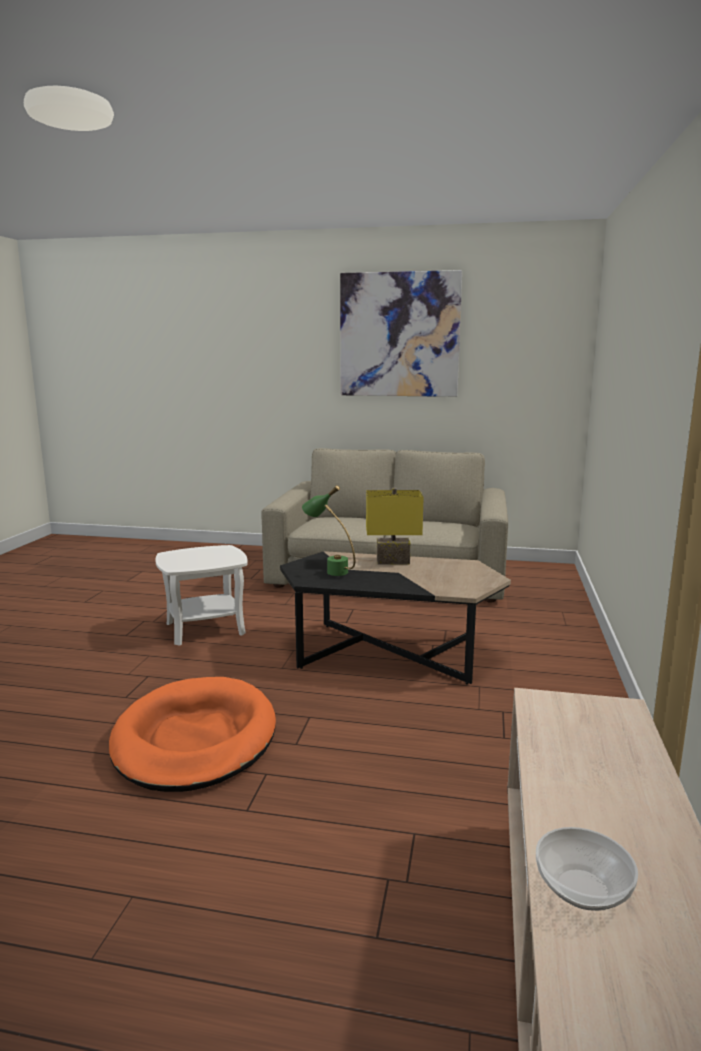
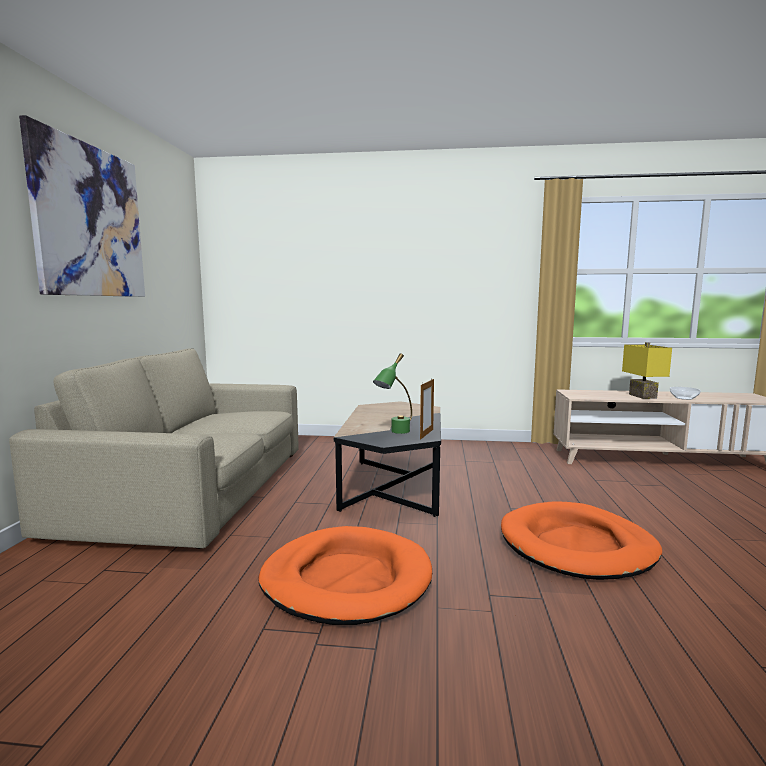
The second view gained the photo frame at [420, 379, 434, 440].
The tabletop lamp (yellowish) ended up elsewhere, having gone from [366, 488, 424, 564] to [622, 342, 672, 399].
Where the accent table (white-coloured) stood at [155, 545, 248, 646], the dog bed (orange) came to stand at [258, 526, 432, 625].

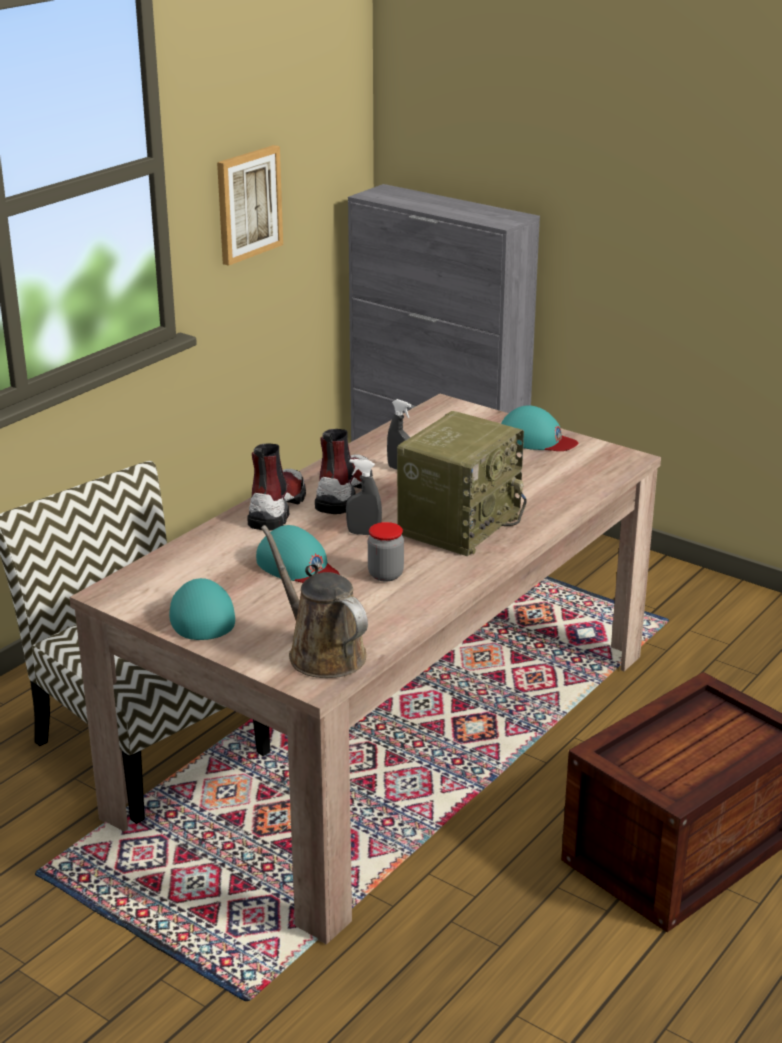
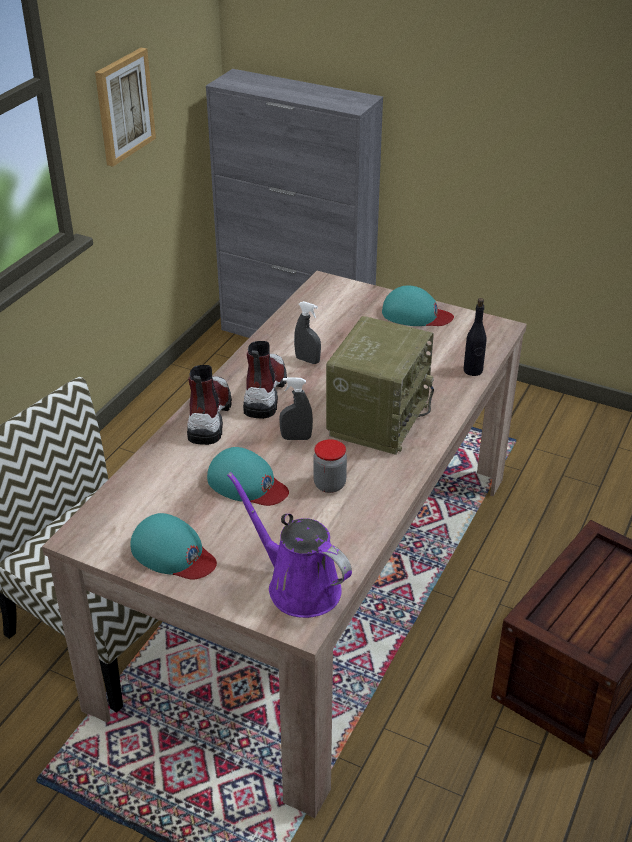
The second view gained the beverage bottle (black-coloured) at [463, 298, 487, 376].
What was the watering can (brown) at [261, 525, 368, 678] turned into the watering can (purple-coloured) at [227, 472, 352, 618].
The baseball cap (turquoise-coloured) at [169, 578, 235, 640] ended up facing another way, 150 degrees clockwise from before.

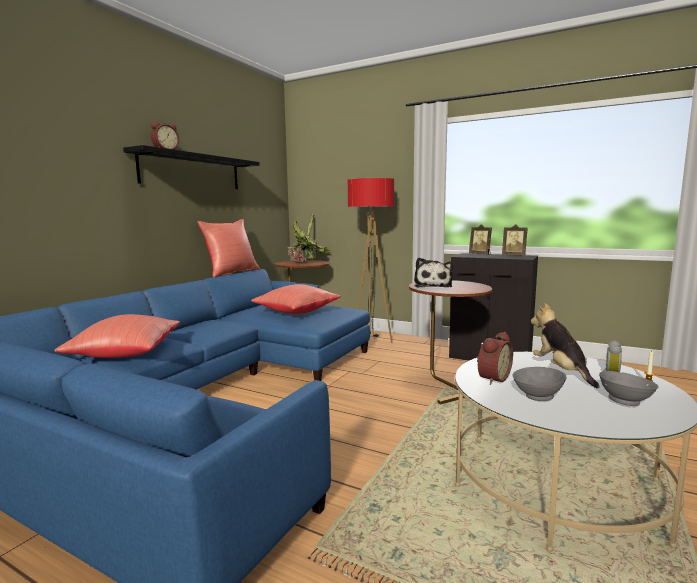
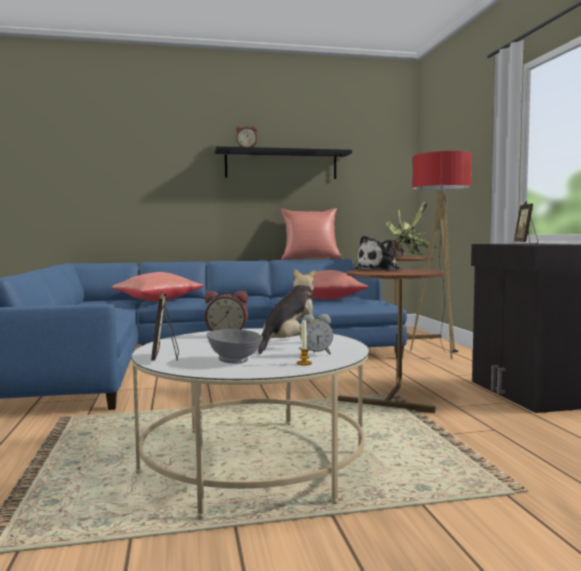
The second view lost the serving bowl (gray) at [512, 367, 567, 401].
The photo frame ended up elsewhere, having gone from [502, 224, 527, 256] to [151, 290, 179, 360].

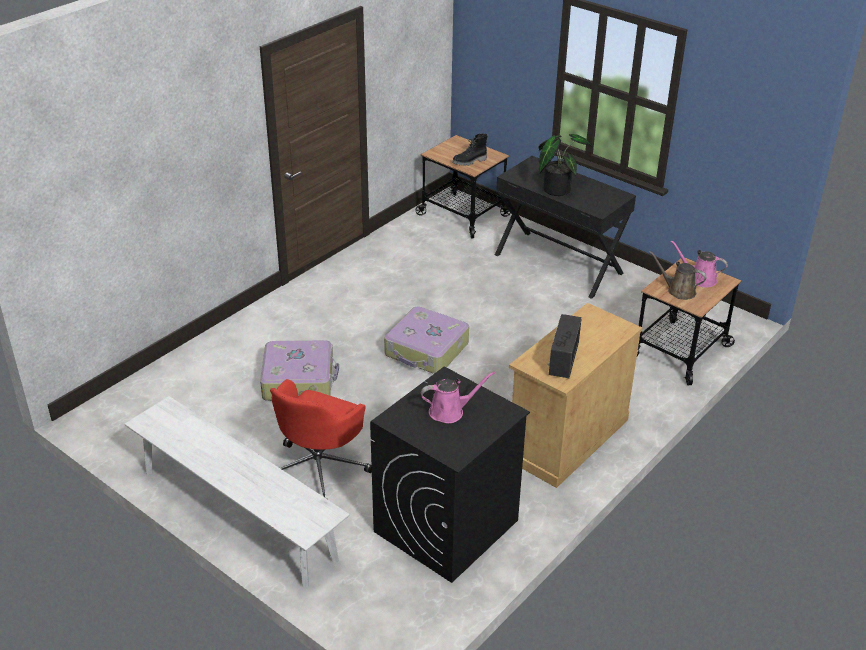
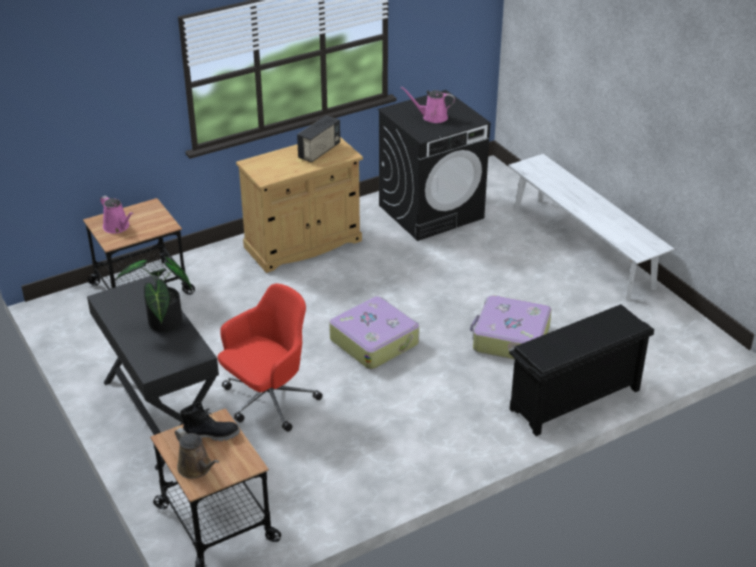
The second view gained the shoe stand (black-coloured) at [509, 304, 654, 436].
The desk chair (reddish) ended up elsewhere, having gone from [270, 379, 372, 499] to [218, 283, 323, 432].
The watering can (brown) ended up elsewhere, having gone from [649, 251, 706, 300] to [175, 428, 219, 479].

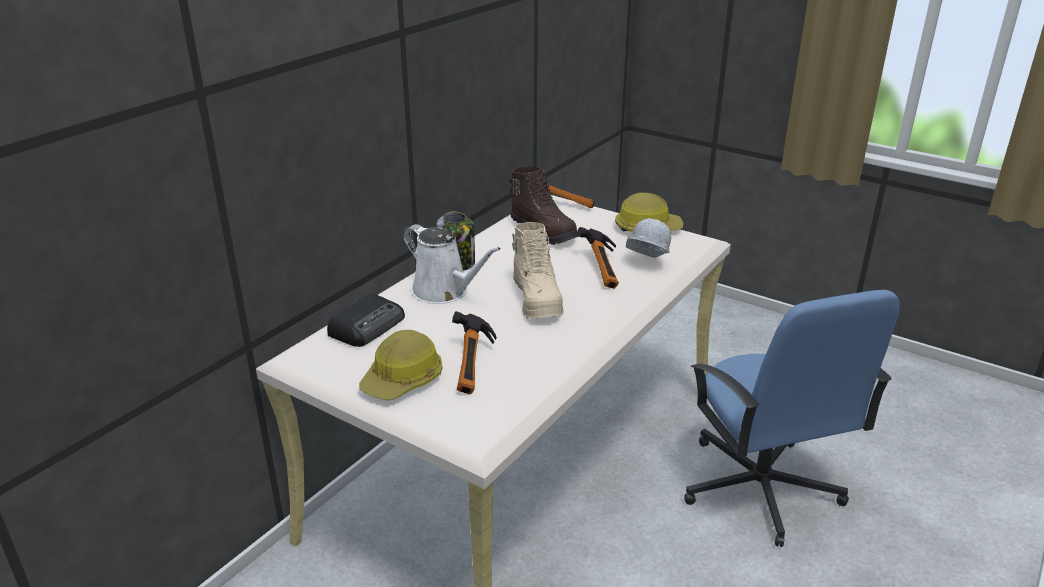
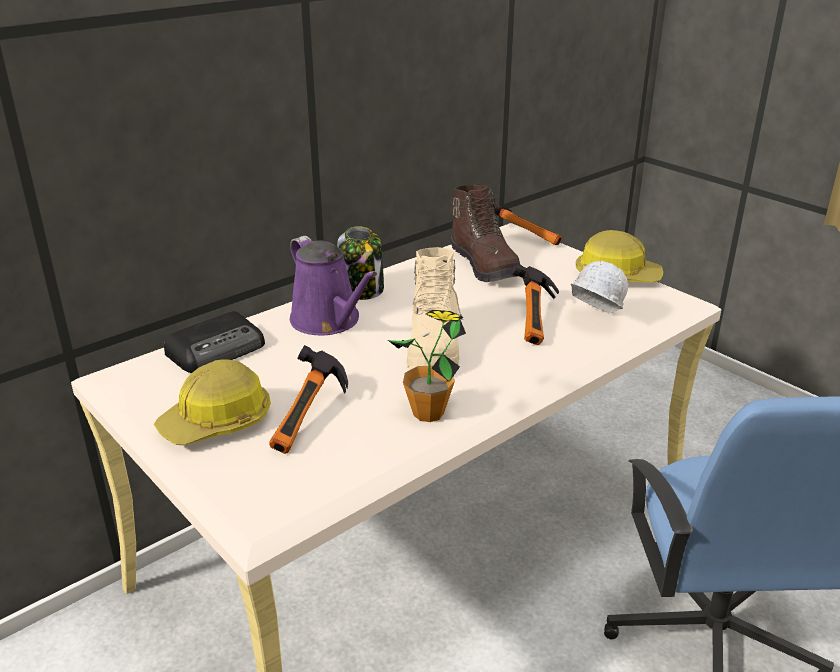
The second view gained the potted plant at [388, 310, 466, 422].
What was the watering can (white-coloured) at [403, 224, 501, 304] turned into the watering can (purple-coloured) at [290, 236, 377, 336].

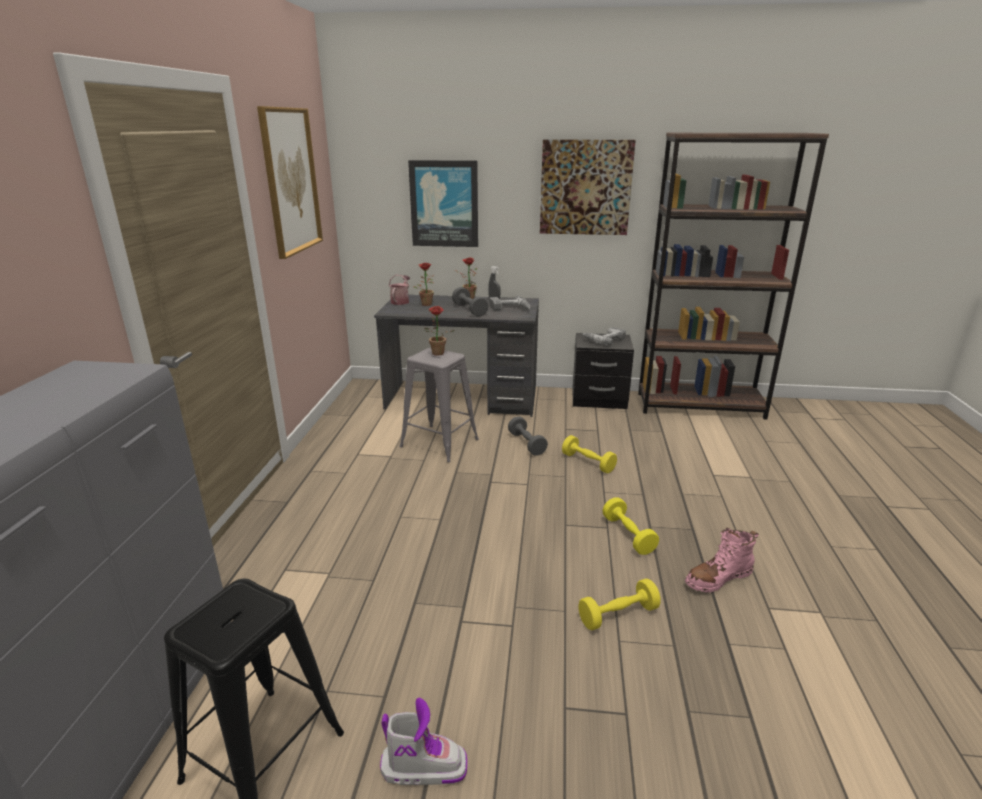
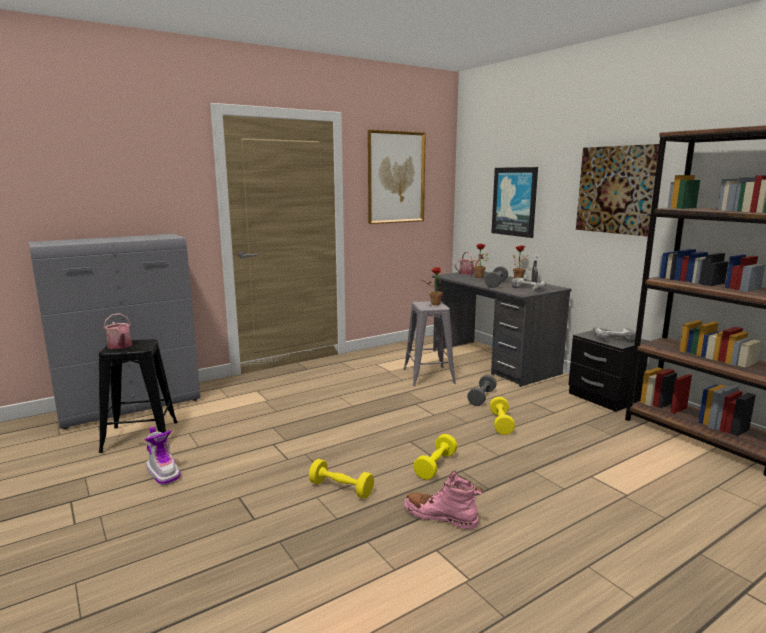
The second view gained the watering can at [104, 313, 132, 349].

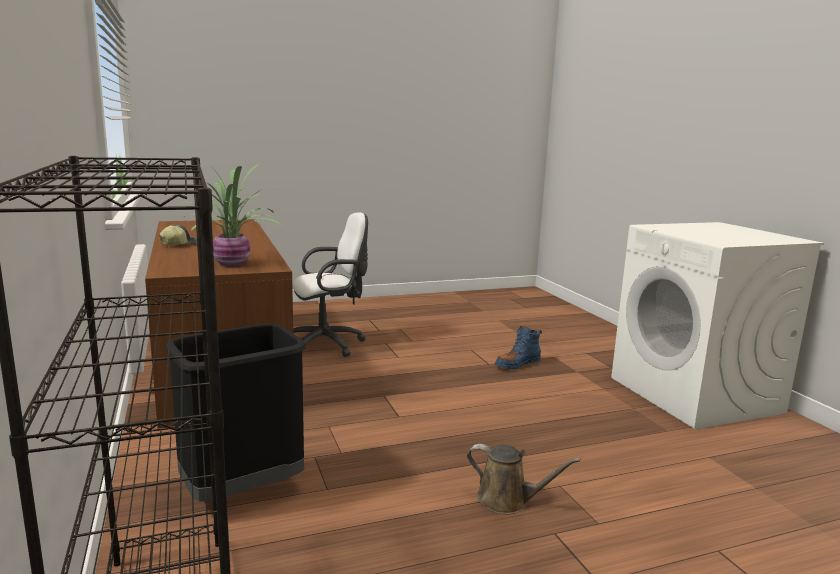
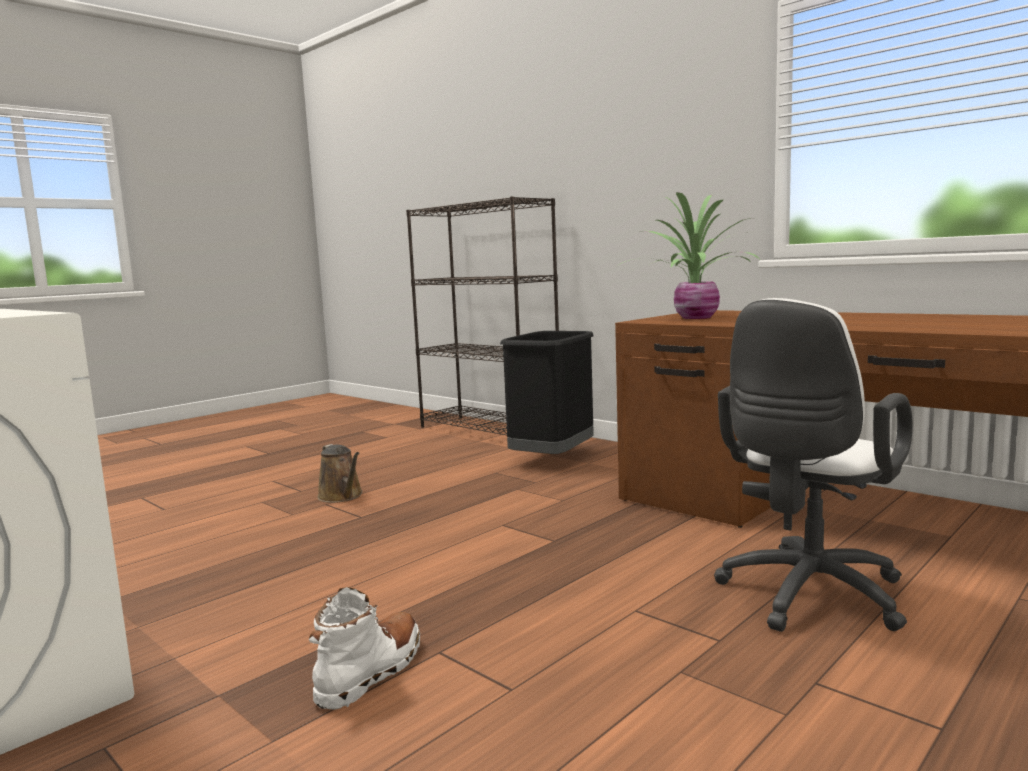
The second view lost the baseball cap at [159, 225, 197, 246].
What was the tall boot (blue) at [495, 326, 542, 370] turned into the tall boot (white-coloured) at [309, 587, 420, 710].
The watering can (brown) at [467, 444, 581, 514] ended up facing another way, 120 degrees counterclockwise from before.

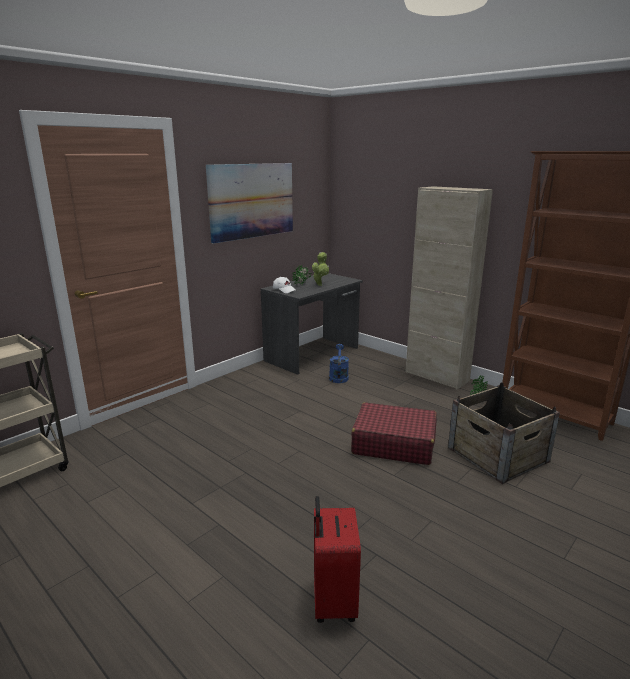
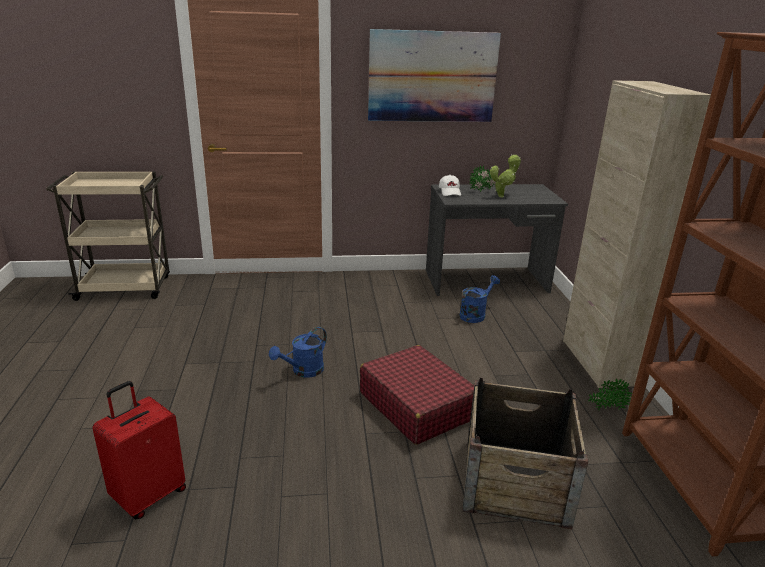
The second view gained the watering can (blue) at [269, 327, 327, 378].

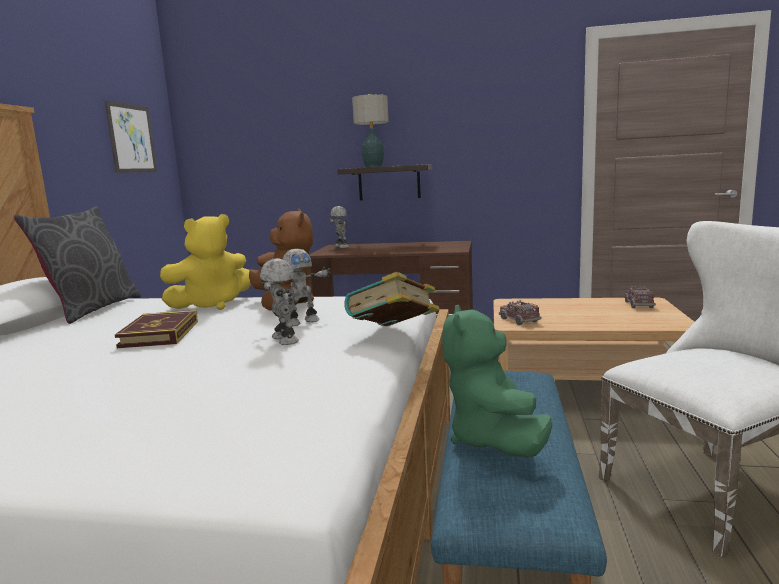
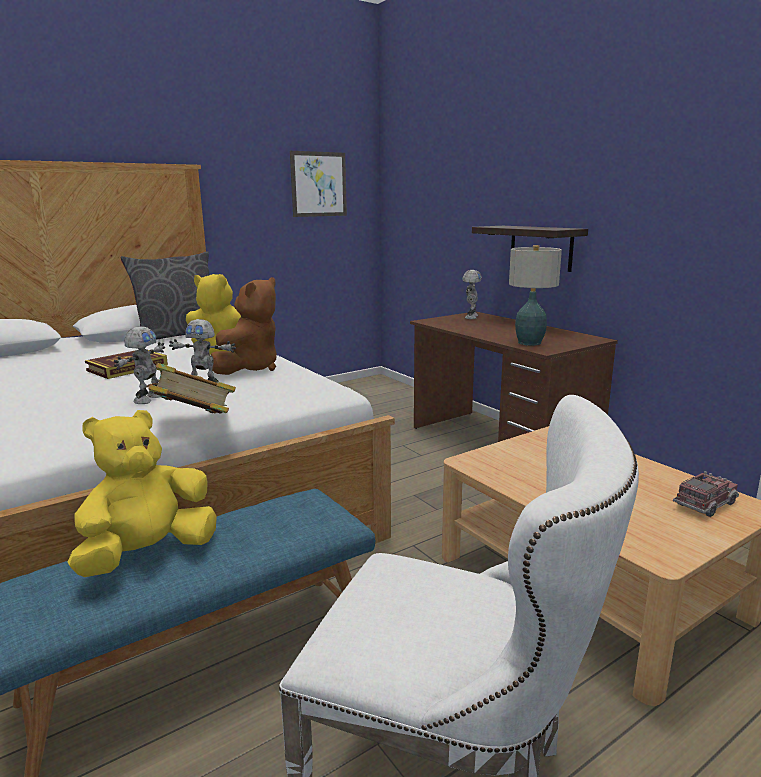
The second view lost the model truck at [499, 300, 542, 325].
The tabletop lamp ended up elsewhere, having gone from [352, 94, 389, 167] to [509, 245, 562, 346].
What was the plush toy (greenish) at [442, 305, 552, 457] turned into the plush toy (yellowish) at [67, 410, 217, 577].

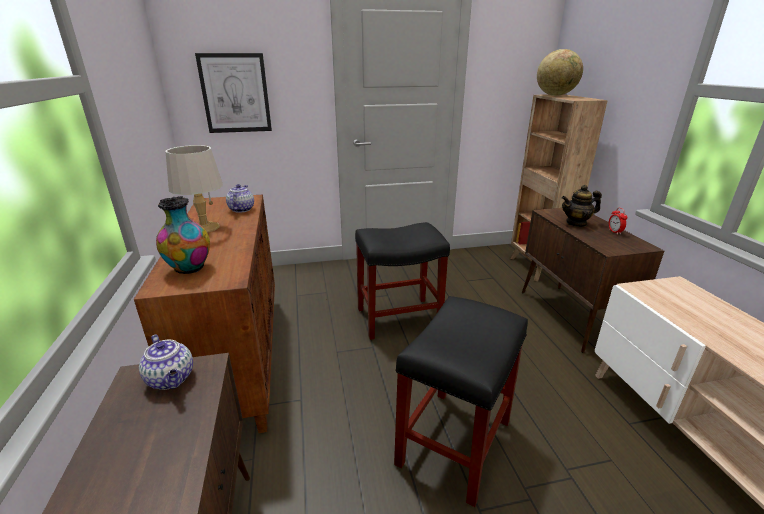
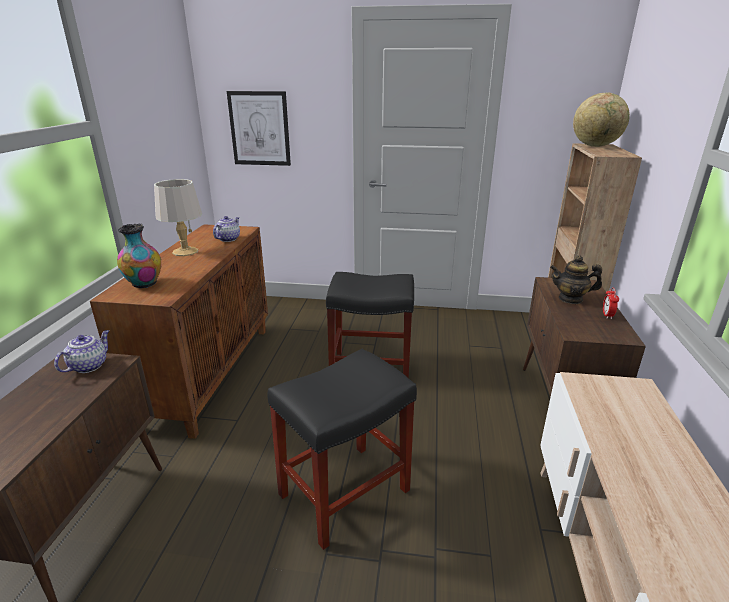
The tea pot at [139, 335, 193, 390] ended up facing another way, 135 degrees counterclockwise from before.

